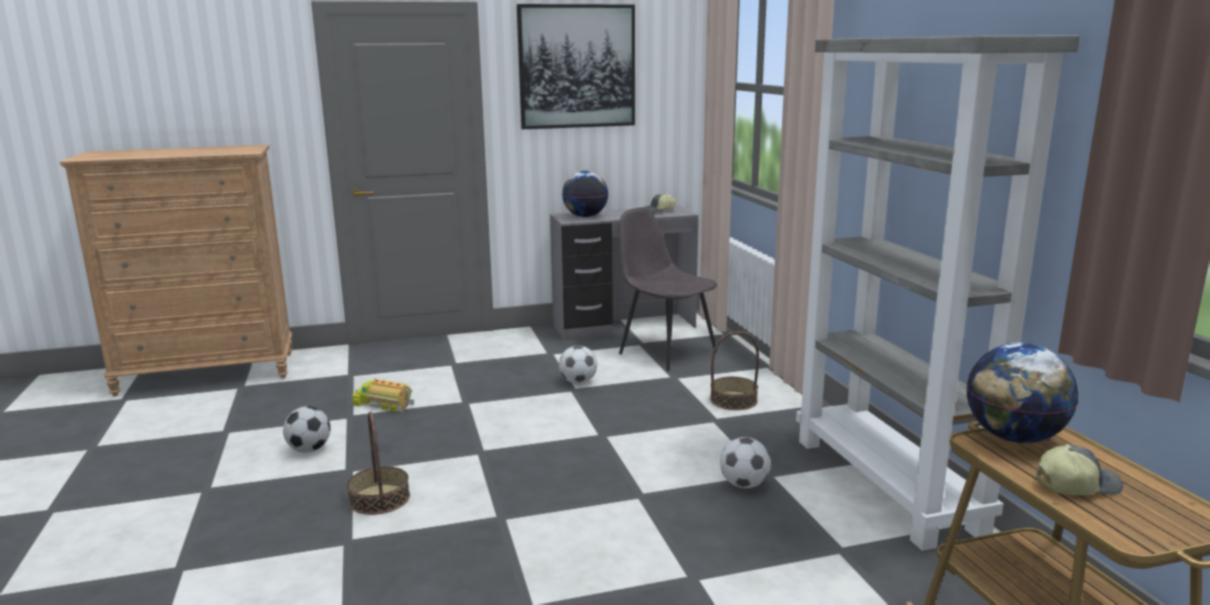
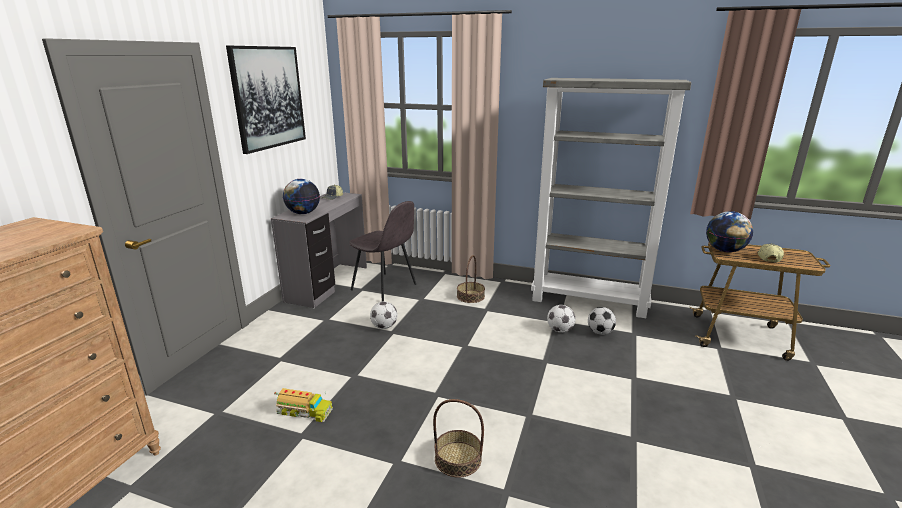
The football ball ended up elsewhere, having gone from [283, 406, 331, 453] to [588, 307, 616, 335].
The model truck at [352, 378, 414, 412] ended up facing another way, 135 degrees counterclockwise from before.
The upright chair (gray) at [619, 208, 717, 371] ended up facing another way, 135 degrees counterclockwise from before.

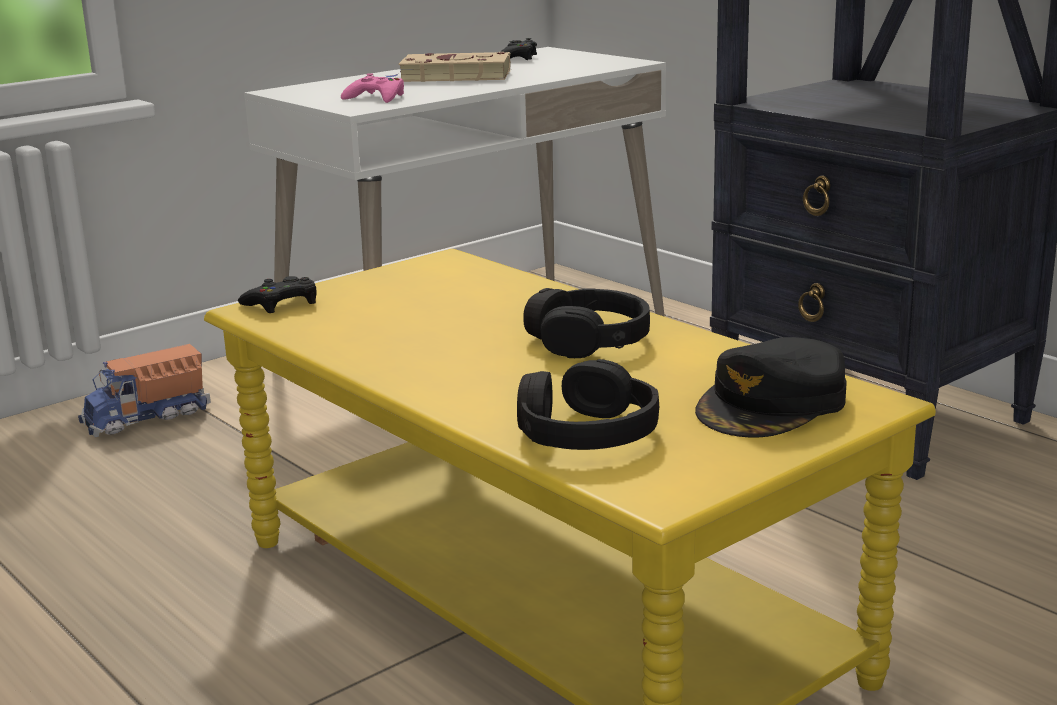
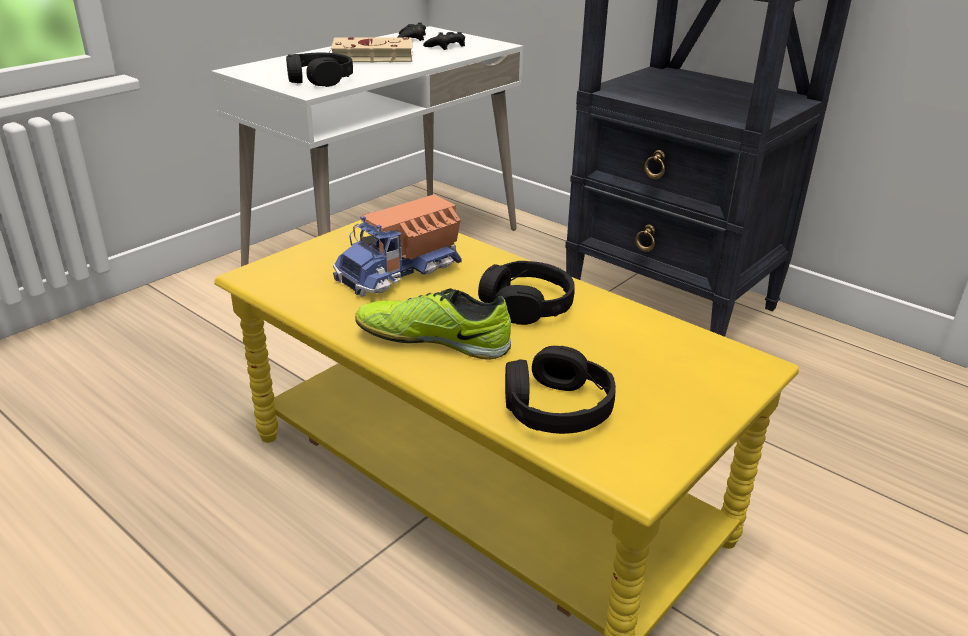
The second view lost the baseball cap (black-coloured) at [695, 337, 847, 437].
The second view gained the low shoe at [355, 288, 511, 360].
The model truck ended up elsewhere, having gone from [78, 344, 211, 437] to [333, 195, 461, 297].
The game controller (black-coloured) ended up elsewhere, having gone from [238, 276, 316, 313] to [423, 32, 465, 50].
Where the game controller (pink-coloured) stood at [341, 73, 404, 103], the headphones (black-coloured) came to stand at [286, 53, 353, 87].

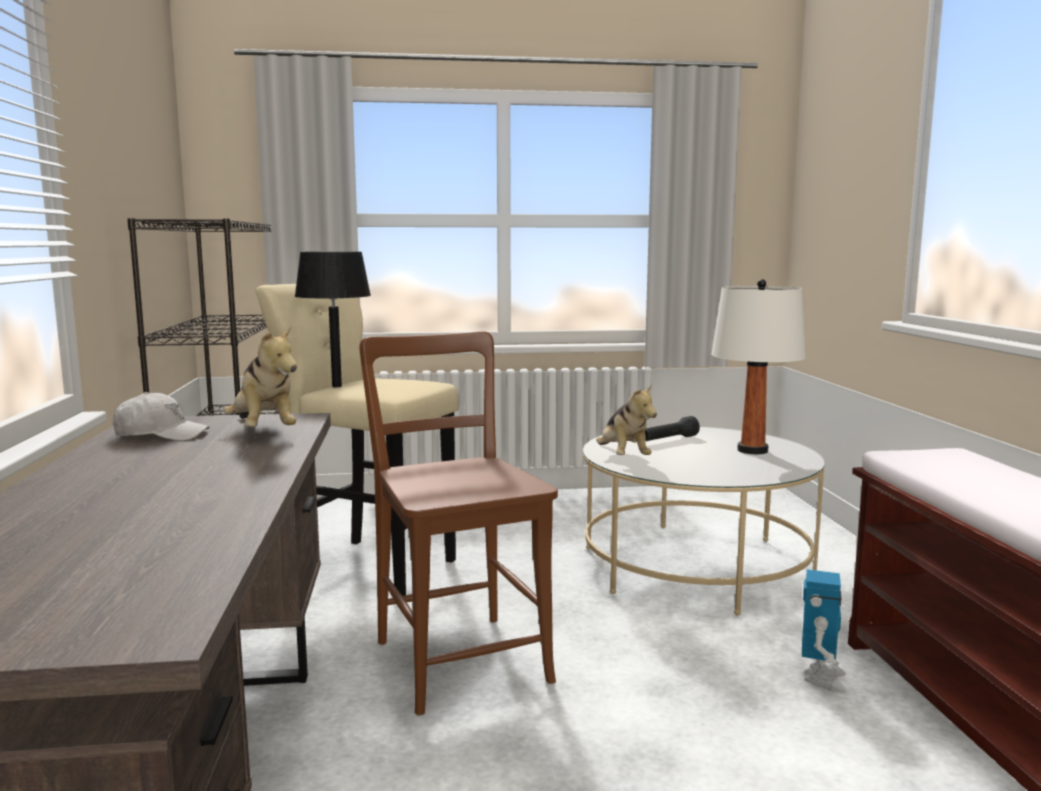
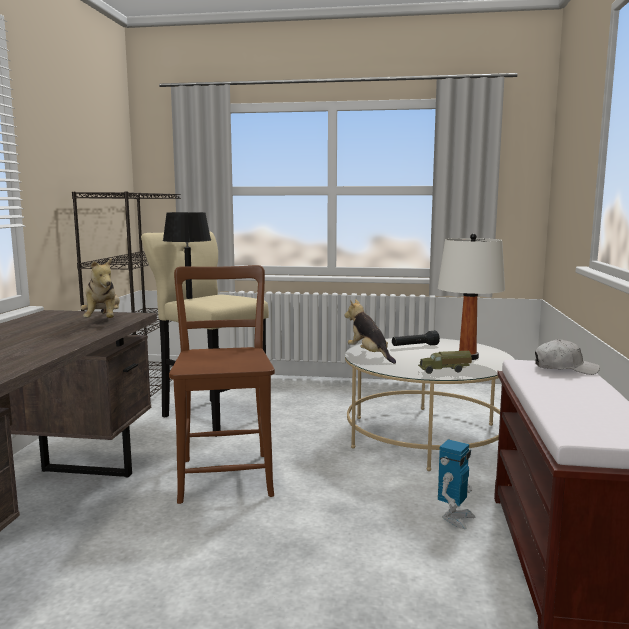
The second view gained the model truck at [418, 351, 472, 374].
The baseball cap (white-coloured) ended up elsewhere, having gone from [112, 392, 210, 441] to [535, 339, 600, 375].
The plush toy at [596, 385, 657, 455] ended up facing another way, 150 degrees clockwise from before.

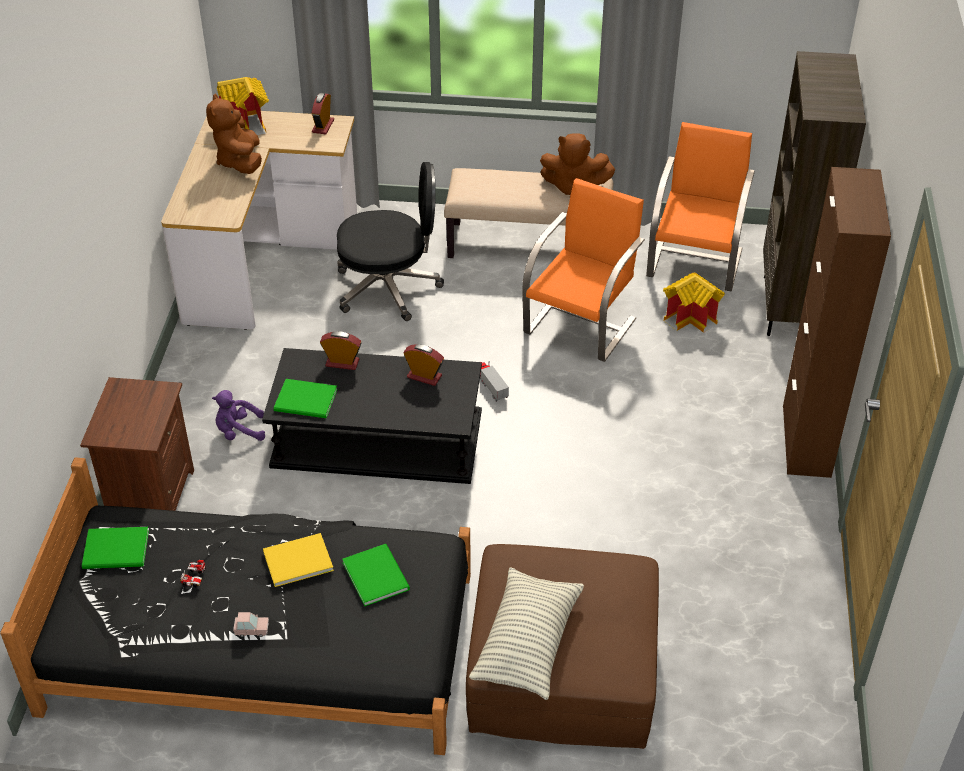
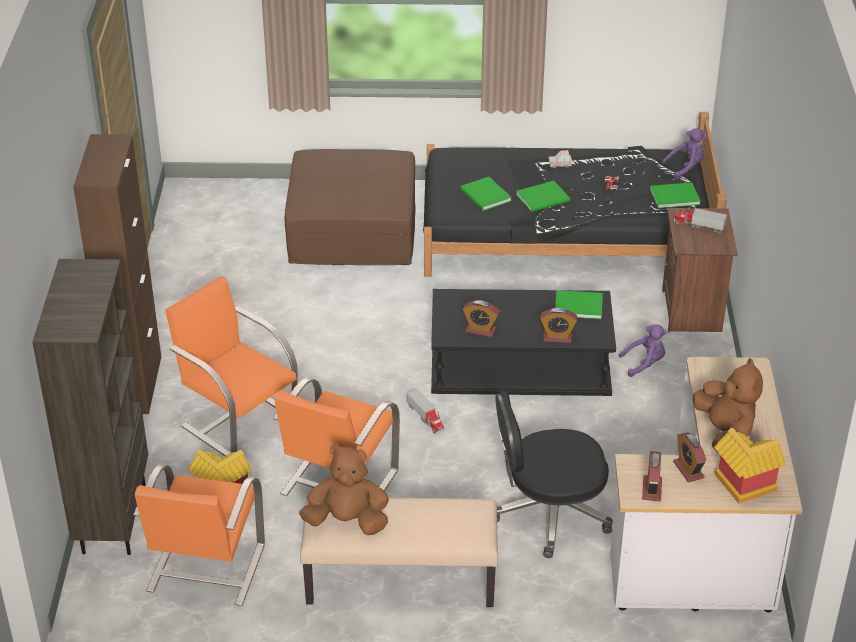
The second view lost the throw pillow at [469, 568, 584, 700].
The second view gained the upright chair (orange) at [165, 276, 298, 456].
The second view gained the plush toy (purple-coloured) at [662, 128, 707, 179].
The second view gained the bedside clock at [673, 432, 706, 483].
The second view gained the model truck at [674, 207, 727, 233].
What was the bound book (yellowish) at [263, 533, 334, 587] turned into the bound book (greenish) at [516, 181, 570, 212].

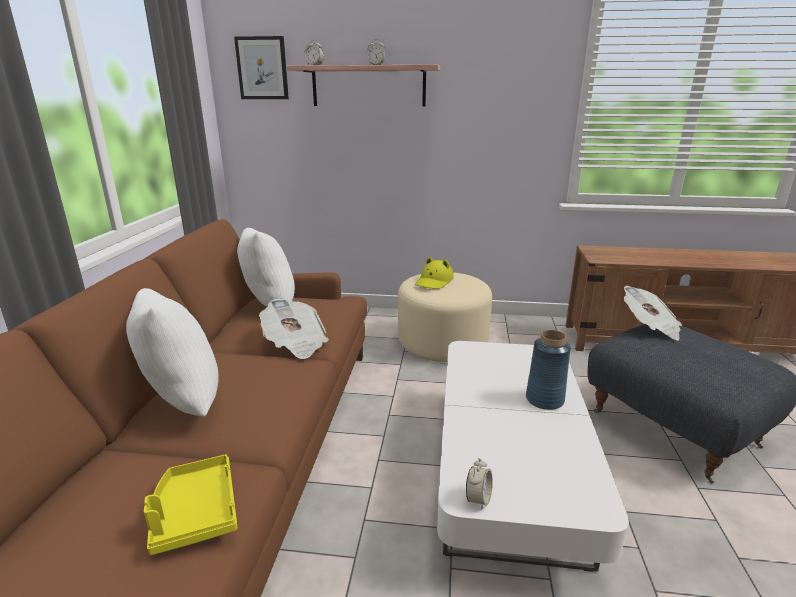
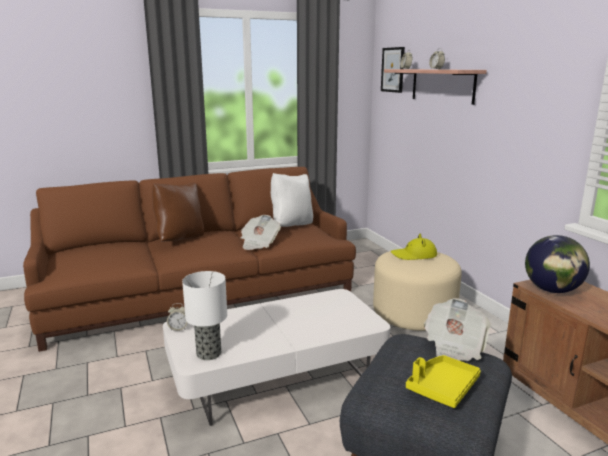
The second view lost the flower vase (blue) at [526, 330, 571, 410].
The second view gained the tabletop lamp at [182, 271, 227, 360].
The second view gained the world globe at [525, 235, 590, 293].
The serving tray (yellowish) ended up elsewhere, having gone from [144, 454, 238, 555] to [406, 355, 481, 408].
What was the throw pillow (white-coloured) at [126, 288, 219, 416] turned into the throw pillow (brown) at [152, 183, 204, 241].

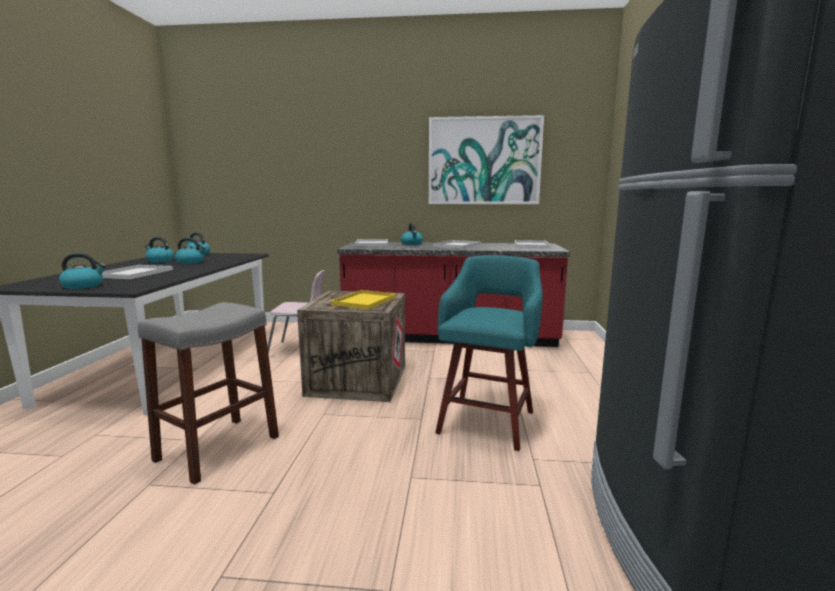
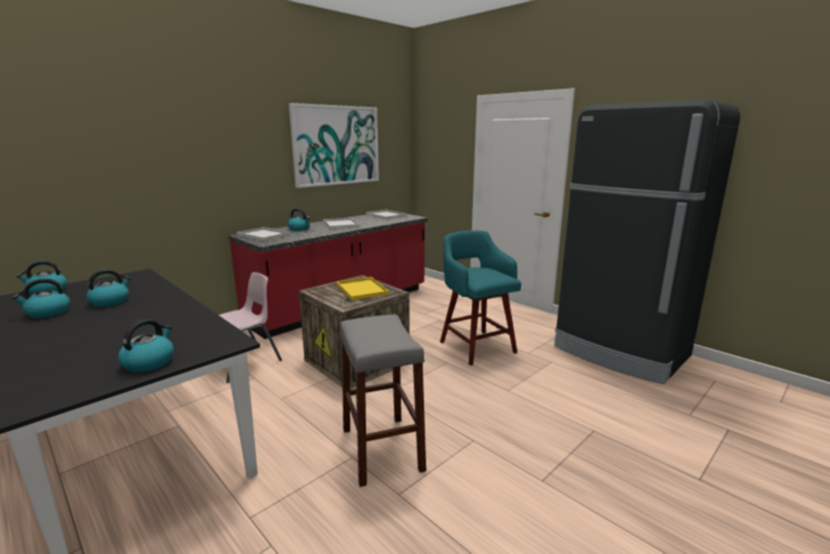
The second view lost the serving tray (white-coloured) at [102, 265, 173, 279].

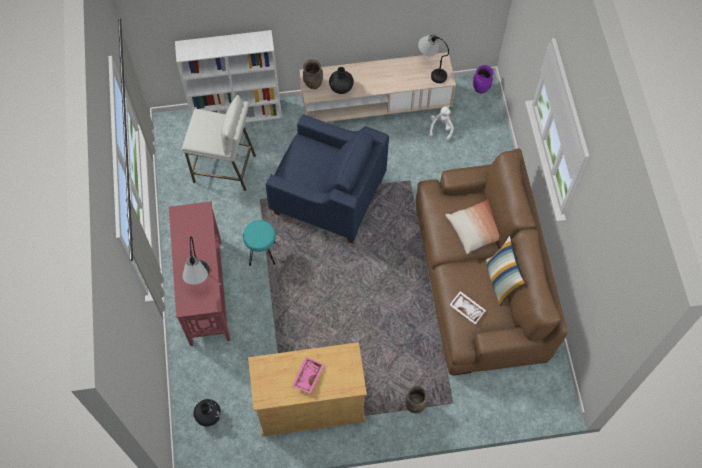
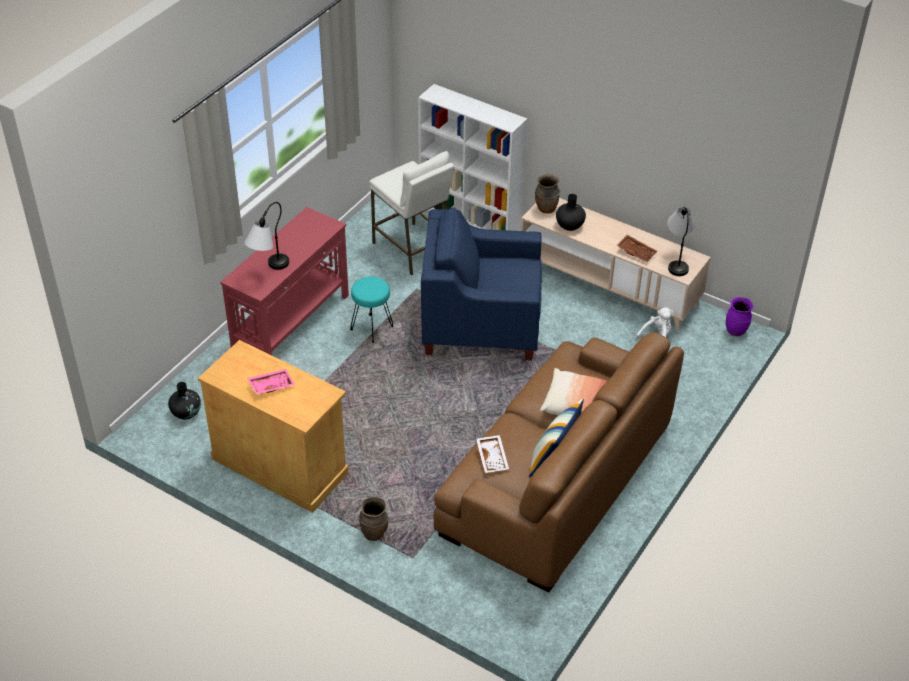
The second view gained the serving tray (brown) at [617, 235, 657, 263].
The easy chair (blue) at [266, 114, 389, 243] ended up facing another way, 120 degrees clockwise from before.

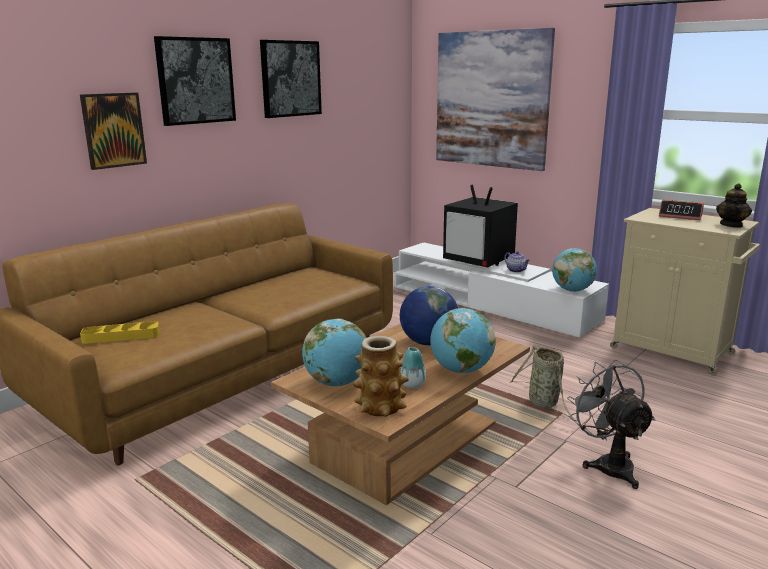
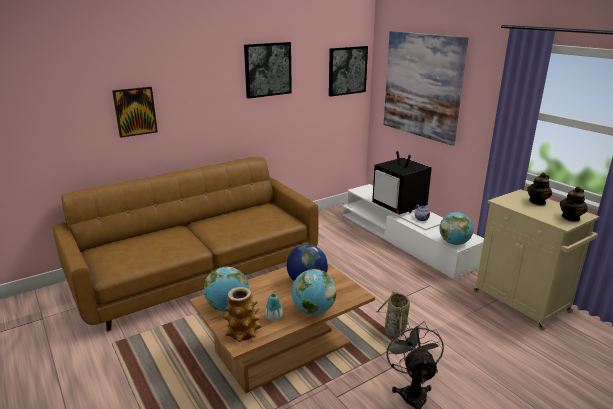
The second view lost the serving tray (yellowish) at [80, 321, 160, 344].
The wall art ended up elsewhere, having gone from [154, 36, 236, 126] to [329, 46, 368, 97].
Where the bedside clock stood at [659, 199, 704, 220], the tea pot came to stand at [527, 172, 552, 205].

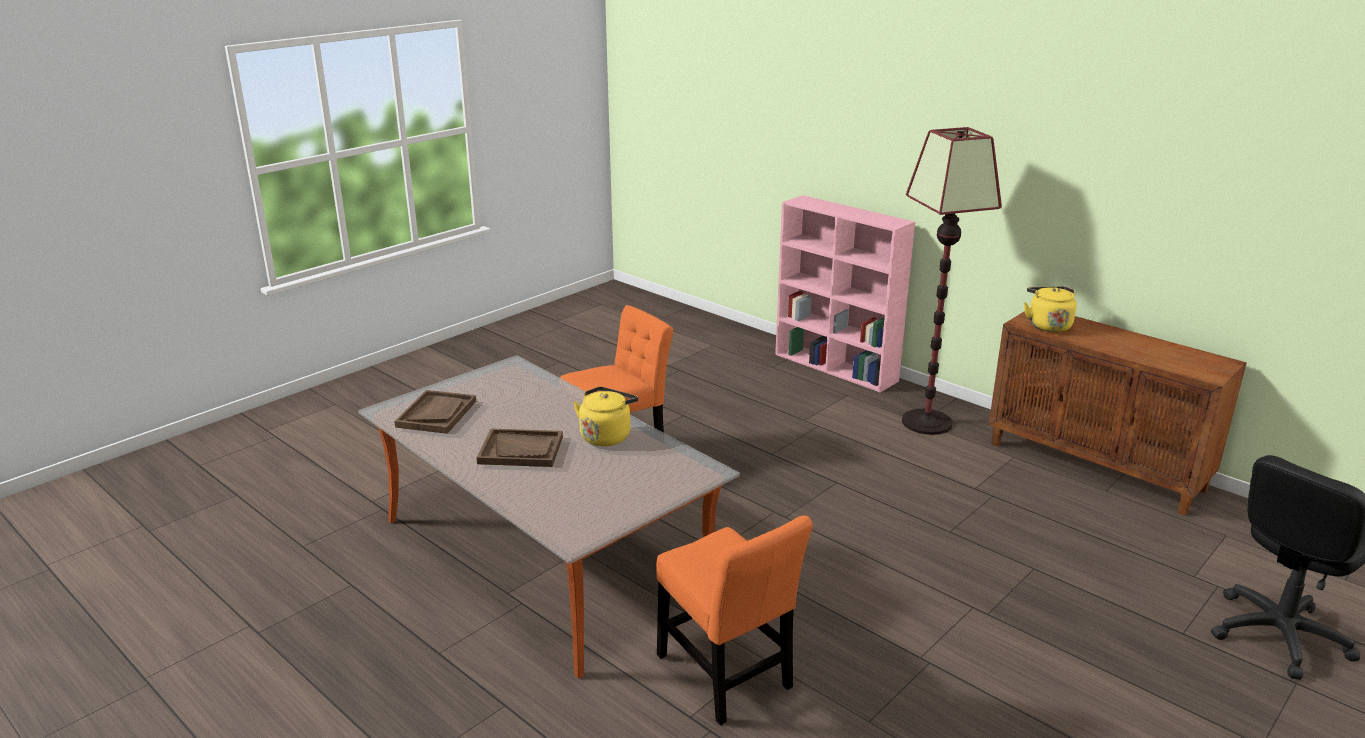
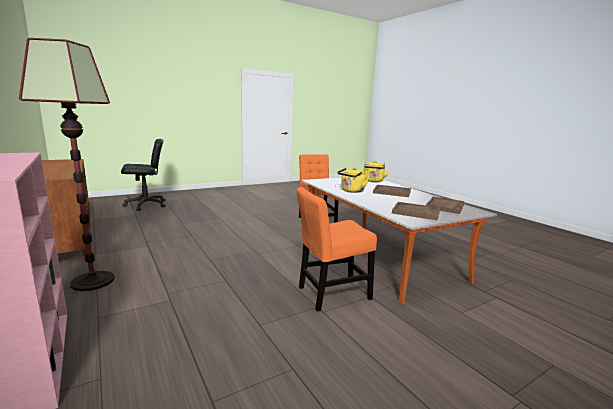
The second view gained the serving tray (brown) at [392, 202, 440, 221].
The water kettle (yellowish) ended up elsewhere, having gone from [1024, 286, 1077, 332] to [364, 161, 390, 182].

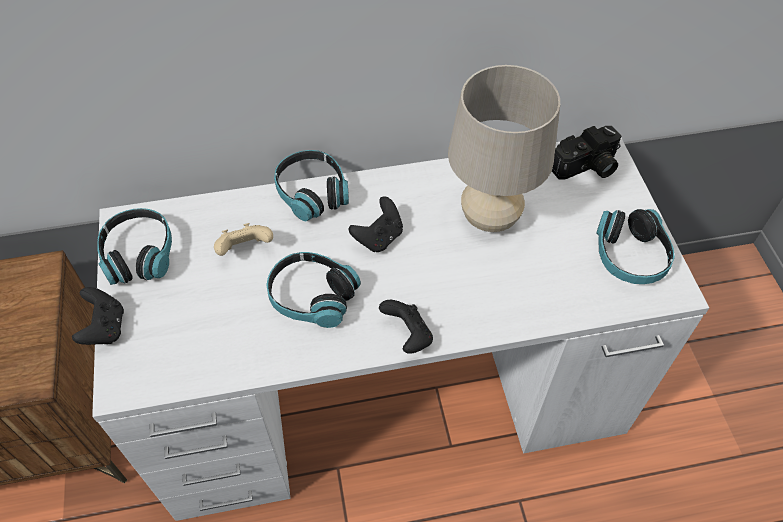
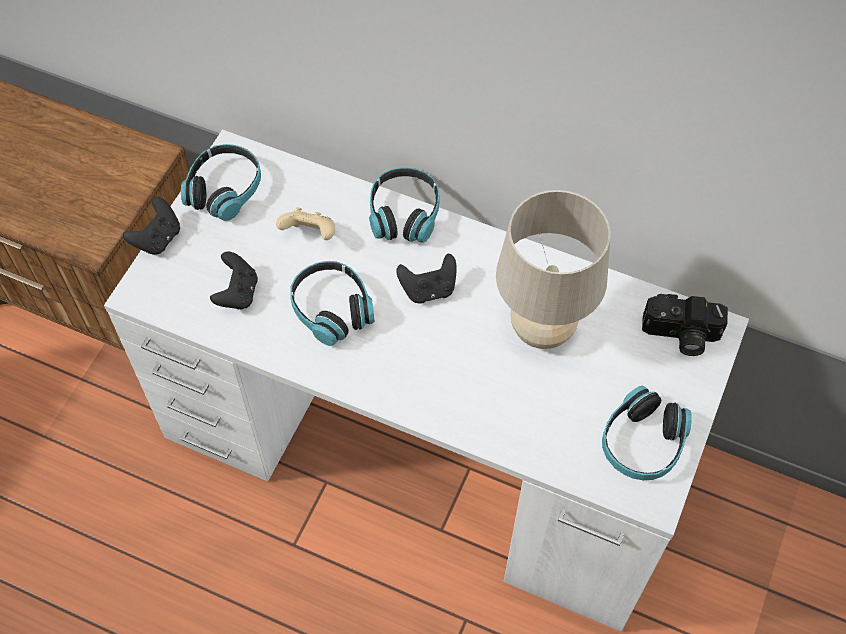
The game controller (black-coloured) ended up elsewhere, having gone from [379, 300, 433, 354] to [210, 251, 258, 310].

